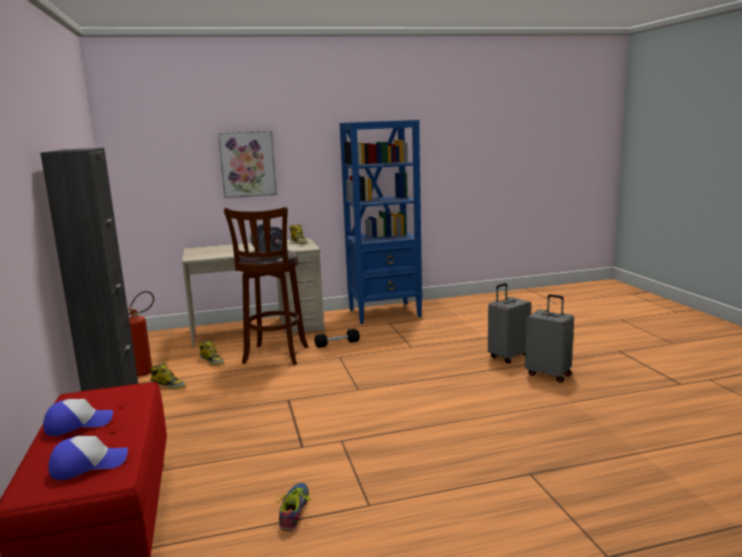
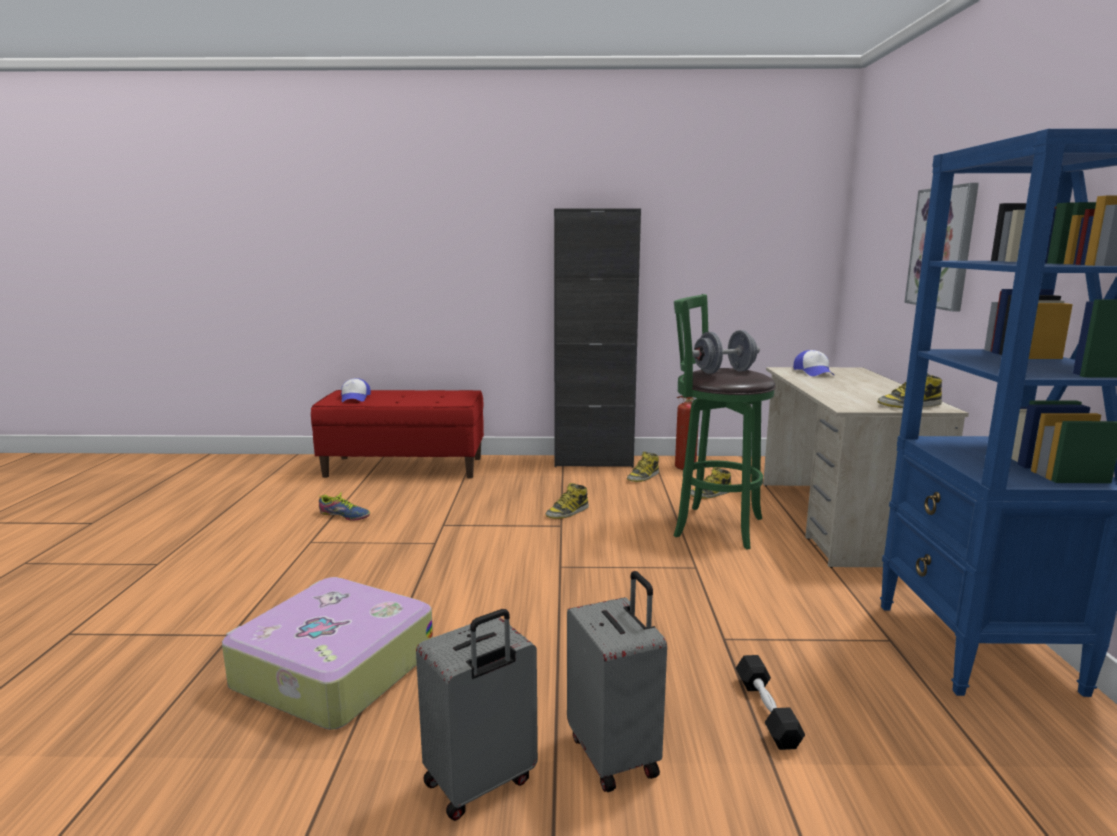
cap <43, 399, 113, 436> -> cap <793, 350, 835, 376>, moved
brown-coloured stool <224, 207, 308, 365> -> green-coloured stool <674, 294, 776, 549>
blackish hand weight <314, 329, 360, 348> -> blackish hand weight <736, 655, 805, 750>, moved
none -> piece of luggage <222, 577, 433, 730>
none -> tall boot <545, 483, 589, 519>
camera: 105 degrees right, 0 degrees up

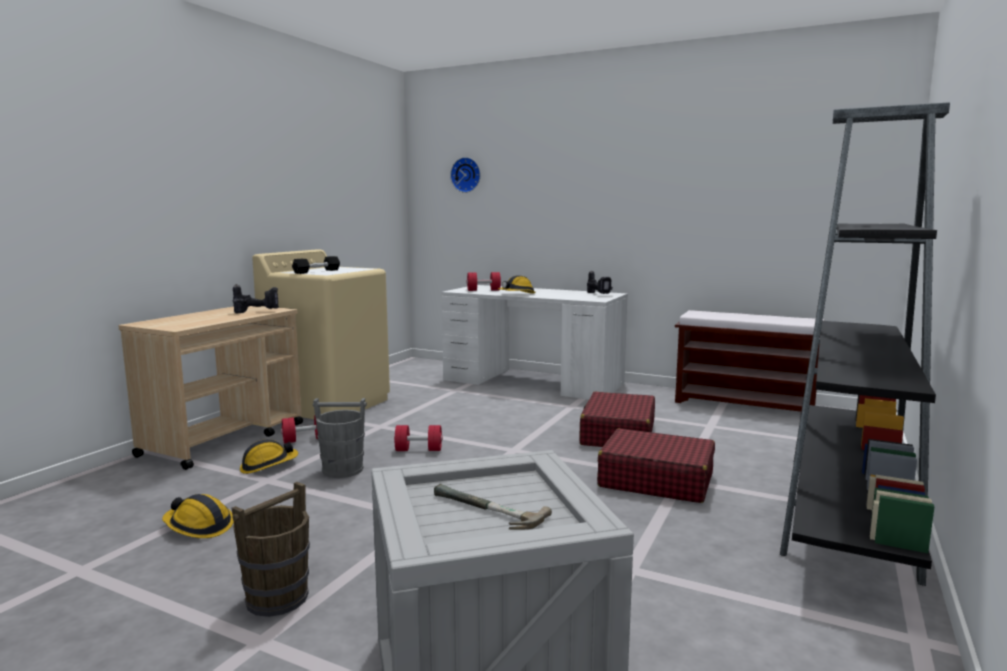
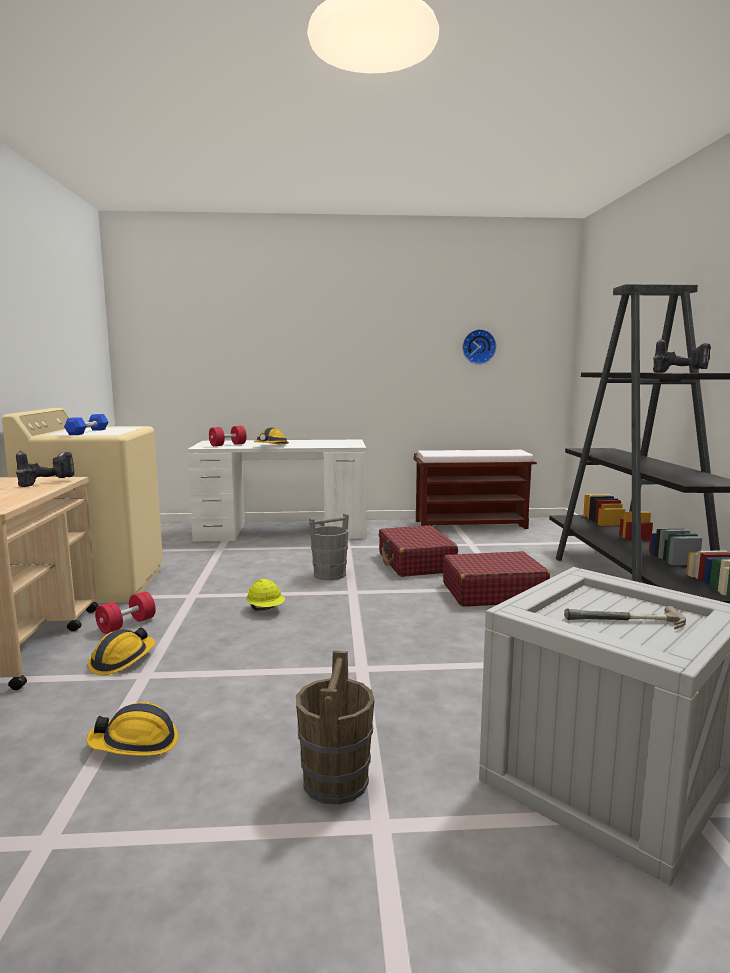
blackish hand weight <292, 256, 340, 274> -> bluish hand weight <64, 414, 108, 435>
grey pail <313, 398, 367, 478> -> grey pail <309, 513, 349, 580>, moved
red hand weight <394, 425, 443, 451> -> yellow hard hat <246, 579, 285, 611>
hanging clock <450, 157, 480, 193> -> hanging clock <462, 329, 496, 365>, moved
power drill <587, 271, 613, 294> -> power drill <653, 339, 711, 373>, moved
camera: 30 degrees left, 0 degrees up

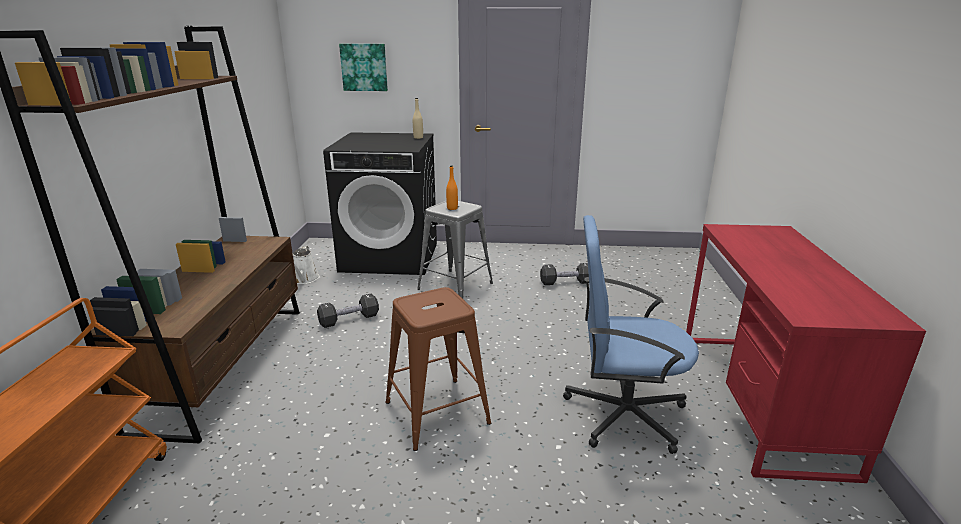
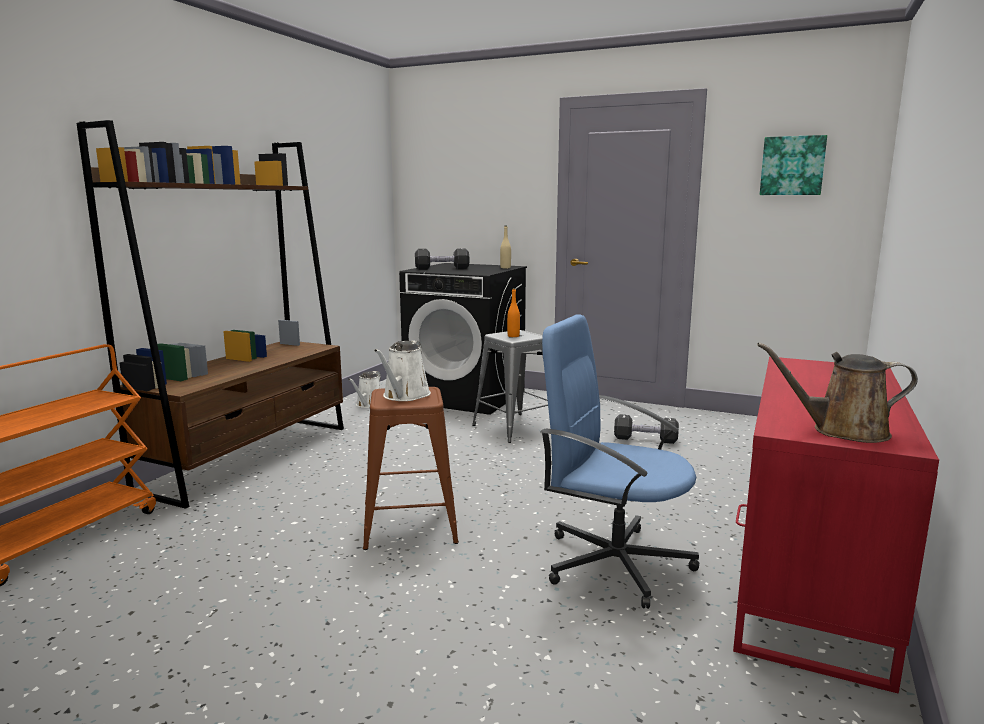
blackish hand weight <317, 294, 379, 328> -> blackish hand weight <415, 248, 469, 270>, moved
wall picture <339, 44, 388, 91> -> wall picture <760, 135, 827, 195>, moved
none -> white-coloured watering can <374, 340, 431, 401>
none -> brown-coloured watering can <757, 343, 918, 443>
camera: 20 degrees right, 10 degrees down

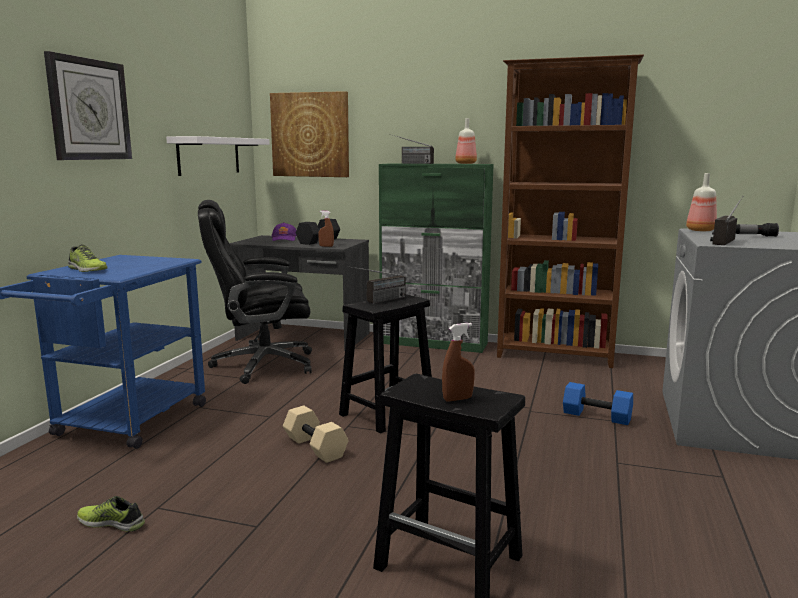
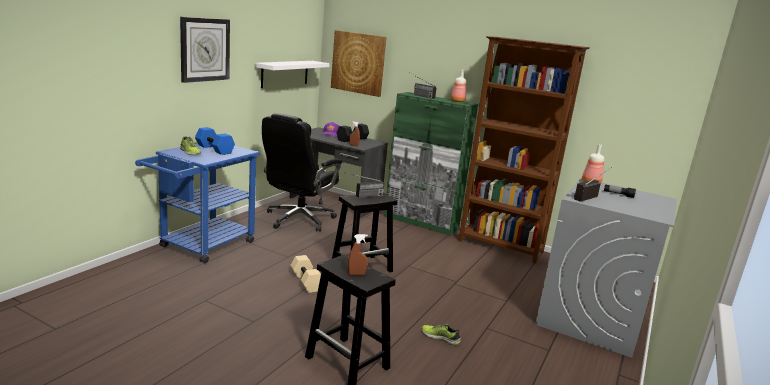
item of footwear <77, 496, 145, 532> -> item of footwear <422, 323, 461, 345>, moved
blackish office chair <198, 200, 312, 384> -> blackish office chair <262, 113, 342, 232>, 60 degrees counterclockwise
bluish hand weight <563, 382, 633, 425> -> bluish hand weight <195, 127, 235, 155>, moved
camera: 10 degrees right, 5 degrees up

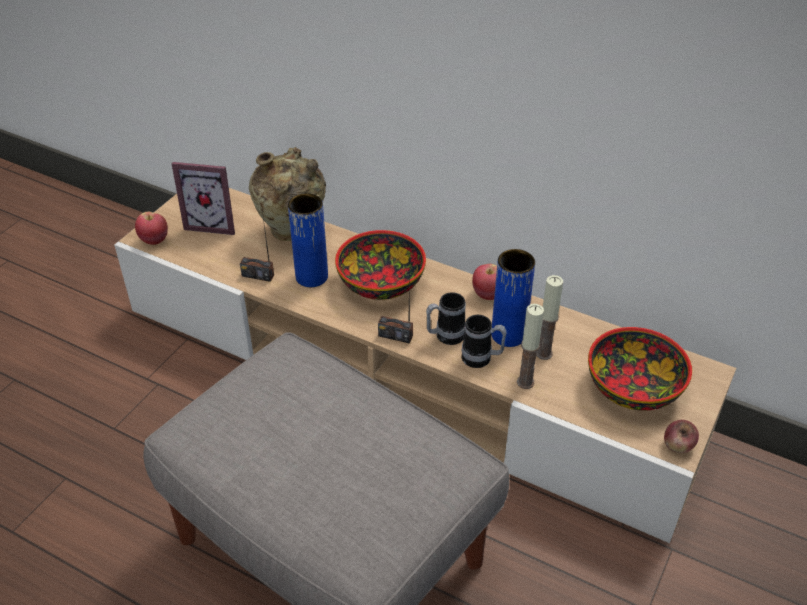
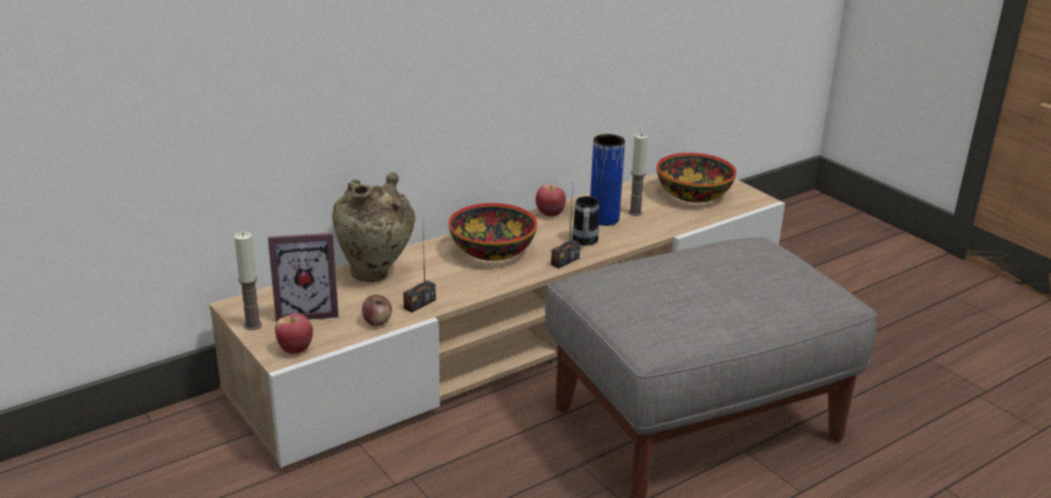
standing frame <172, 162, 235, 235> -> standing frame <268, 233, 339, 322>, 45 degrees clockwise
bluish decorative vase <288, 193, 328, 287> -> none
coffee mug <461, 315, 506, 368> -> none
wax candle <517, 304, 544, 389> -> wax candle <234, 232, 262, 330>, moved
apple <664, 420, 699, 453> -> apple <362, 295, 392, 326>, moved
camera: 65 degrees left, 15 degrees down

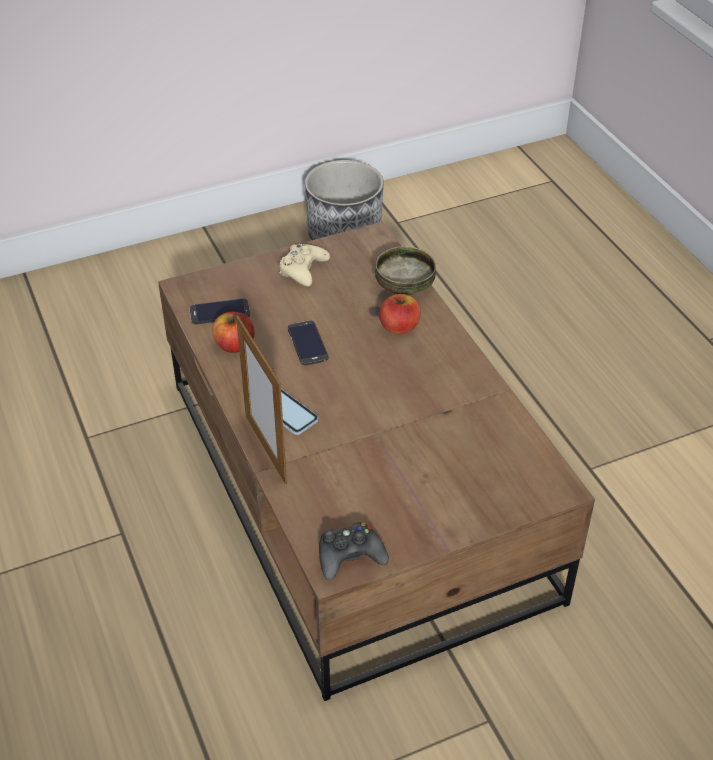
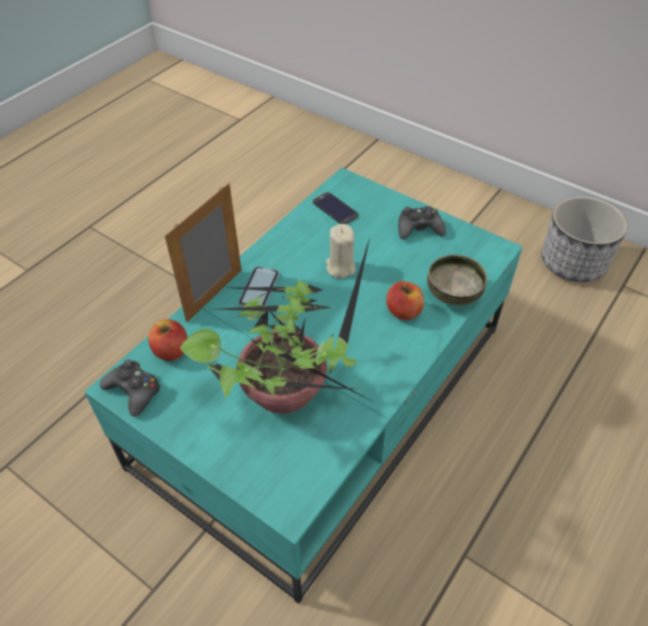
brown-coloured coffee table <158, 222, 595, 701> -> turquoise coffee table <84, 167, 523, 604>
apple <212, 312, 255, 353> -> apple <148, 319, 187, 361>, moved
beige joypad <279, 242, 330, 286> -> blackish joypad <398, 206, 446, 240>
telephone <288, 321, 329, 365> -> beige wax candle <326, 224, 356, 279>
none -> houseplant <180, 238, 370, 414>
camera: 60 degrees right, 5 degrees up

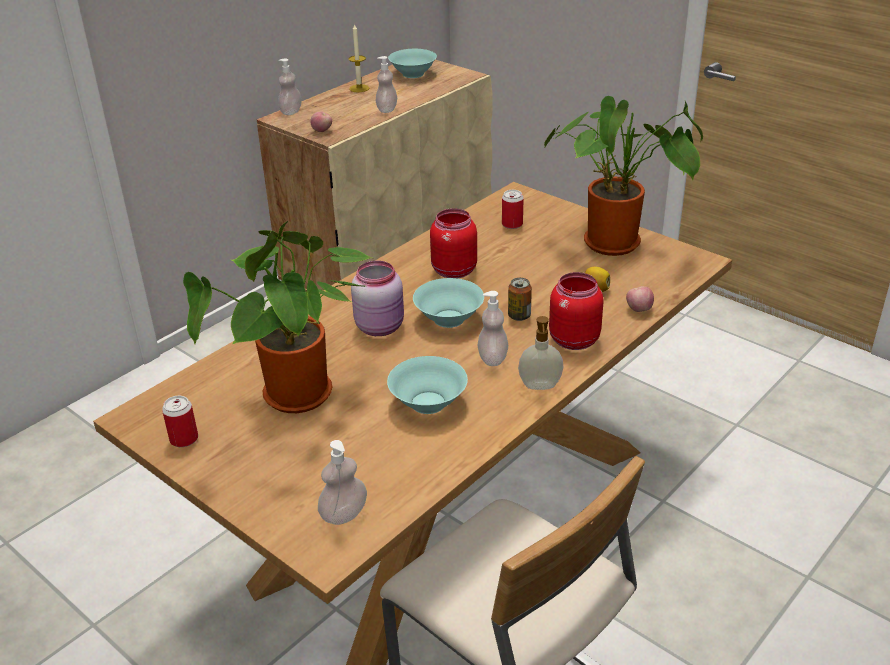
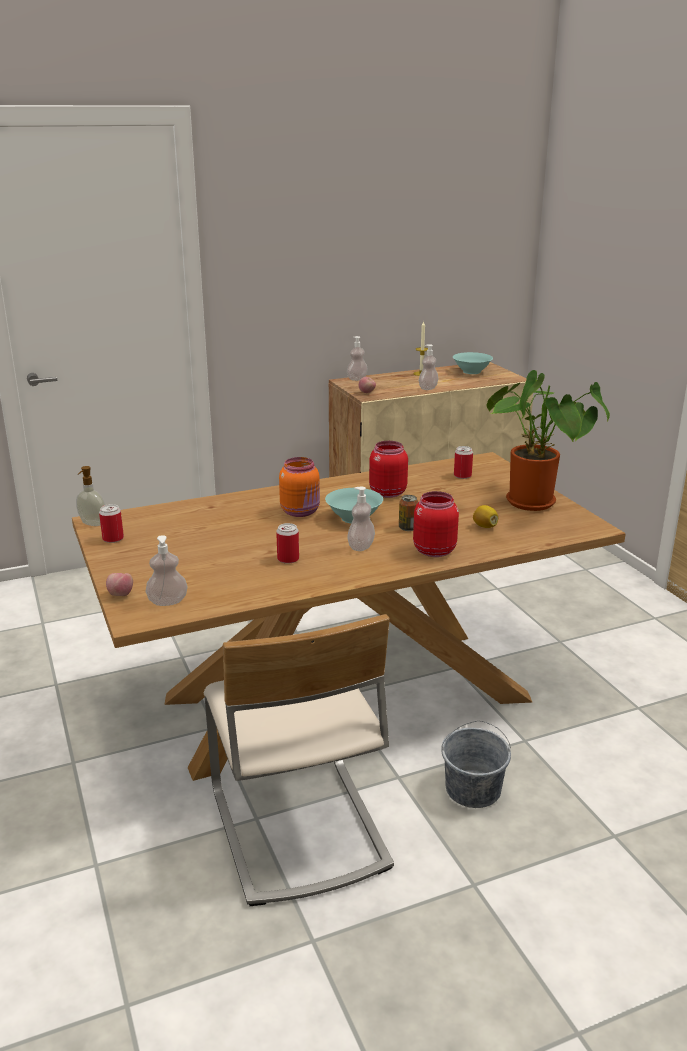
houseplant <183, 221, 372, 413> -> none
pink storage jar <351, 261, 404, 336> -> orange storage jar <279, 457, 320, 517>
turquoise bowl <387, 356, 468, 414> -> sealed can <276, 523, 299, 564>
liquid soap bottle <518, 316, 564, 390> -> liquid soap bottle <76, 466, 105, 526>, moved
apple <626, 286, 654, 312> -> apple <106, 573, 133, 596>, moved
none -> grey pail <441, 721, 511, 808>
camera: 25 degrees right, 10 degrees down

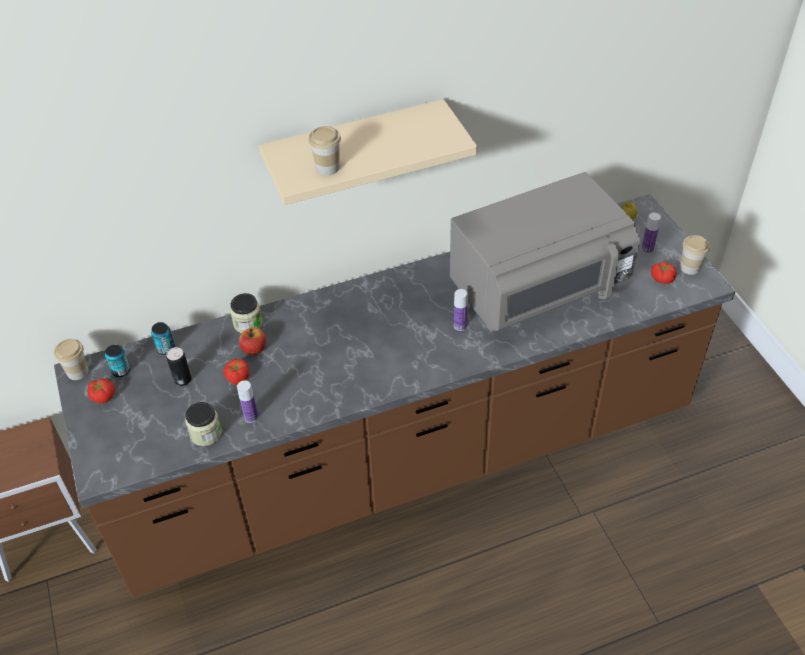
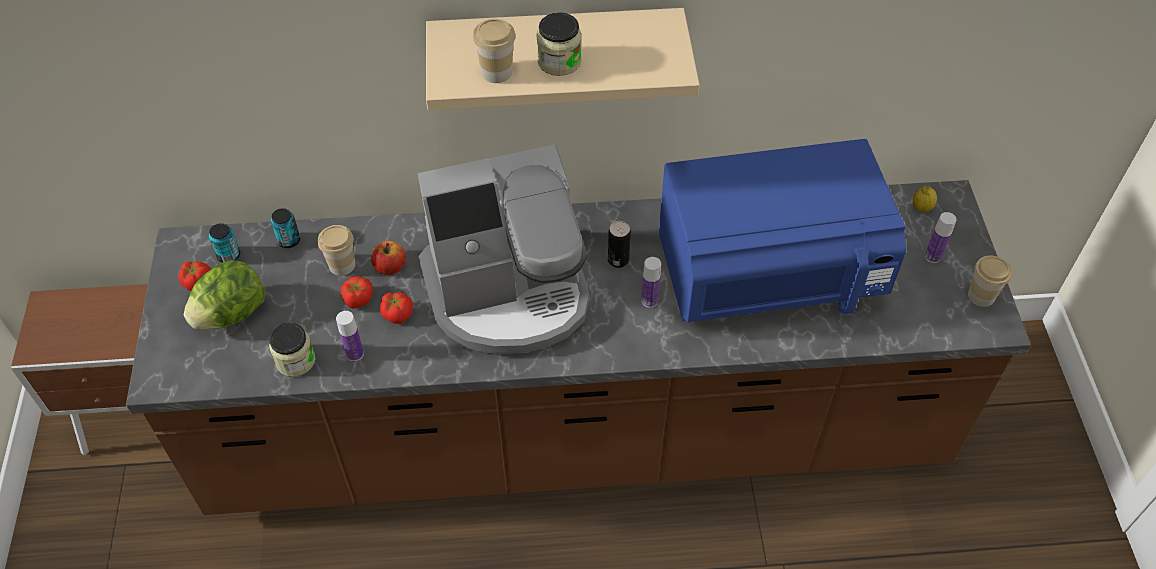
small cup <54, 339, 88, 380> -> small cup <318, 225, 355, 276>, moved
sealed can <166, 347, 192, 386> -> sealed can <608, 221, 631, 268>, moved
storage jar <230, 293, 262, 333> -> storage jar <536, 12, 582, 76>, moved
grey kitchen microwave <450, 172, 640, 332> -> bluish kitchen microwave <659, 139, 906, 322>
whole tomato <651, 262, 677, 284> -> whole tomato <380, 293, 413, 324>, moved
none -> lettuce <184, 260, 266, 330>
none -> coffee brewer <418, 144, 589, 354>
camera: 15 degrees right, 5 degrees up

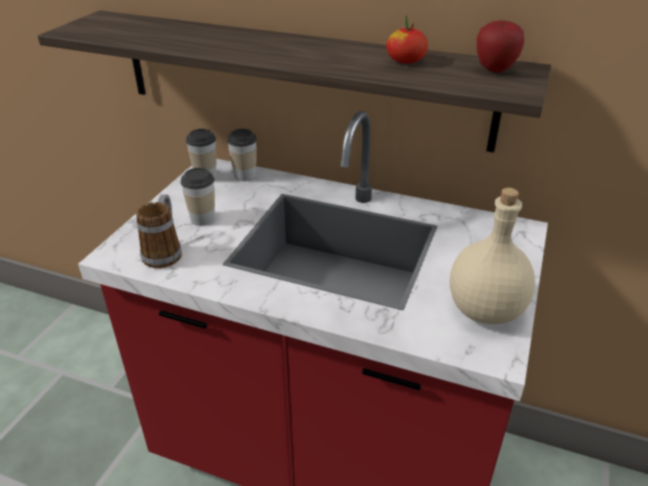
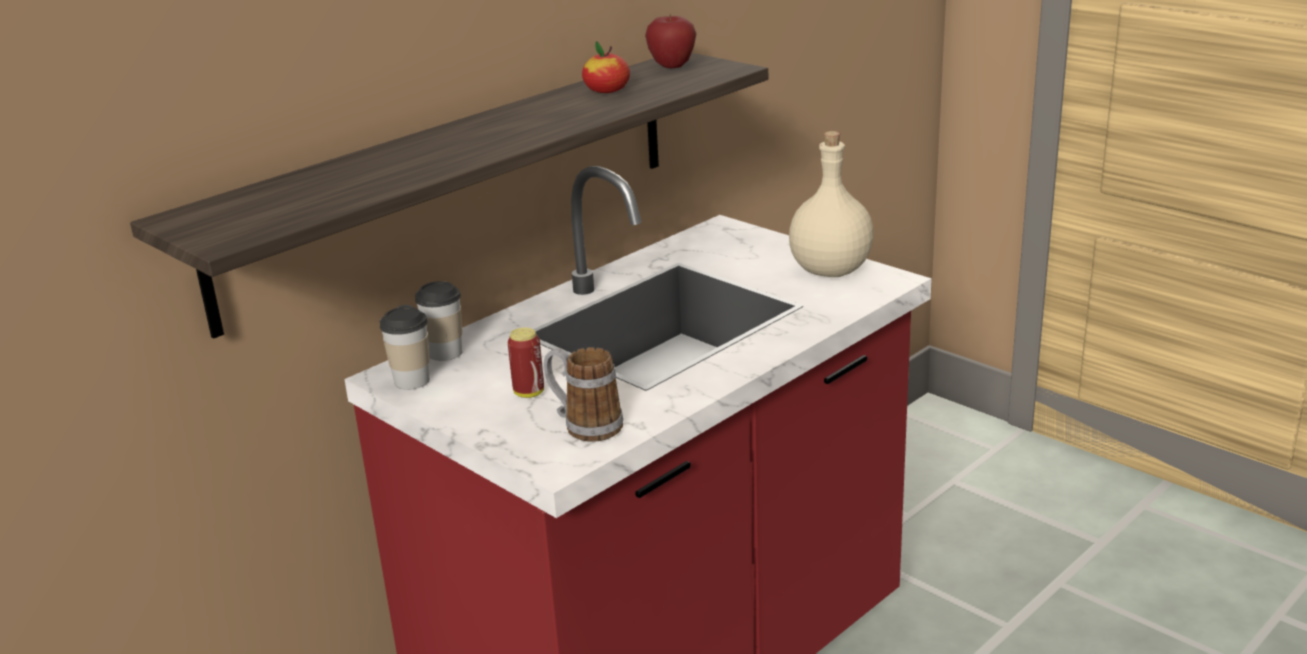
small cup <180, 168, 215, 226> -> sealed can <508, 328, 544, 398>
camera: 65 degrees left, 10 degrees down

